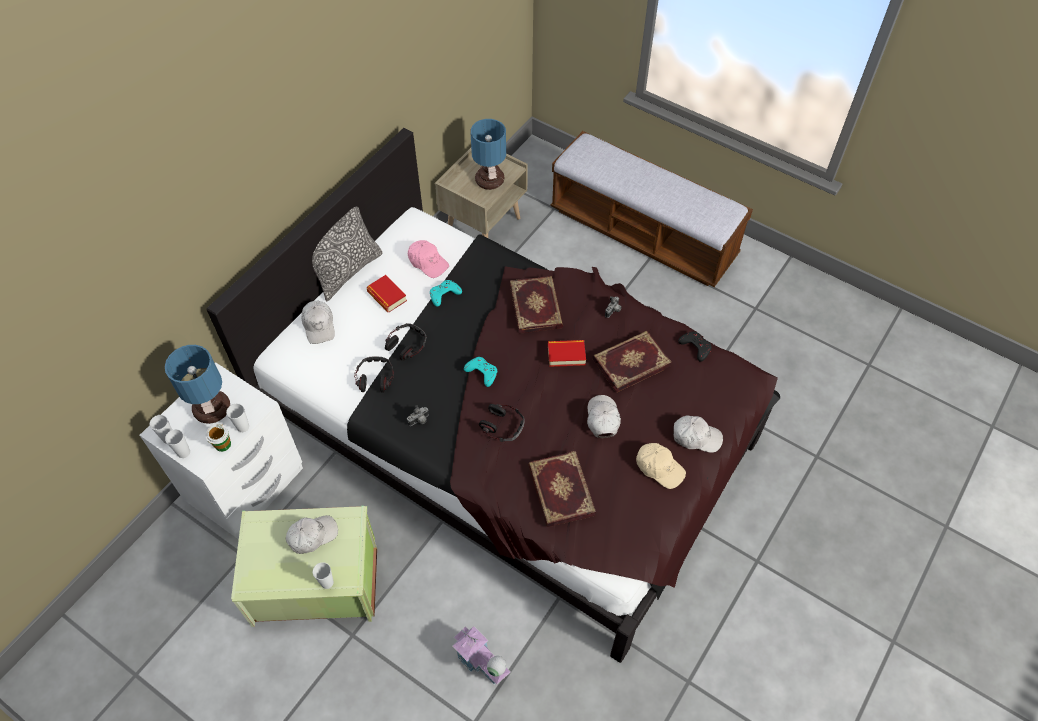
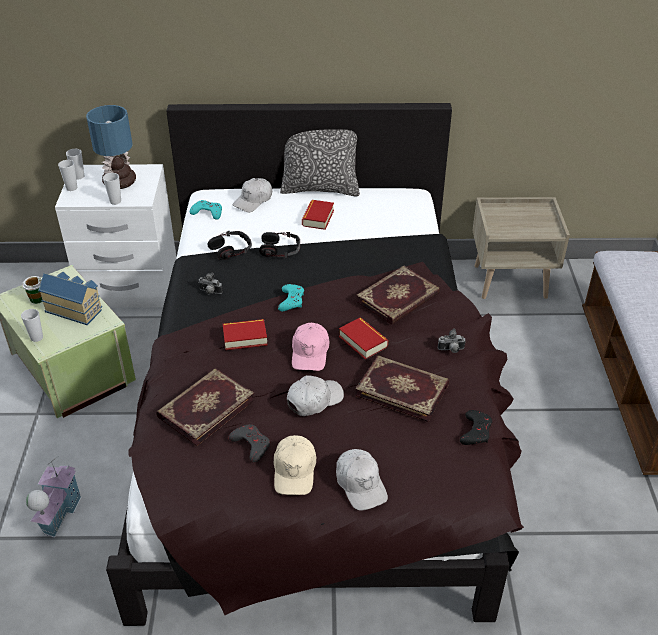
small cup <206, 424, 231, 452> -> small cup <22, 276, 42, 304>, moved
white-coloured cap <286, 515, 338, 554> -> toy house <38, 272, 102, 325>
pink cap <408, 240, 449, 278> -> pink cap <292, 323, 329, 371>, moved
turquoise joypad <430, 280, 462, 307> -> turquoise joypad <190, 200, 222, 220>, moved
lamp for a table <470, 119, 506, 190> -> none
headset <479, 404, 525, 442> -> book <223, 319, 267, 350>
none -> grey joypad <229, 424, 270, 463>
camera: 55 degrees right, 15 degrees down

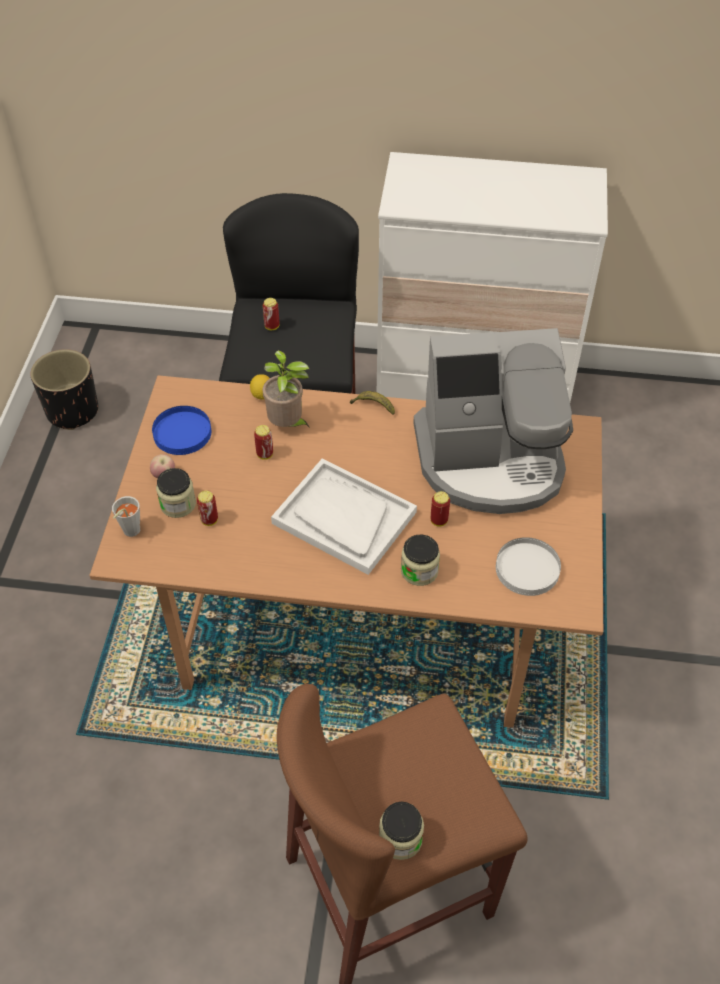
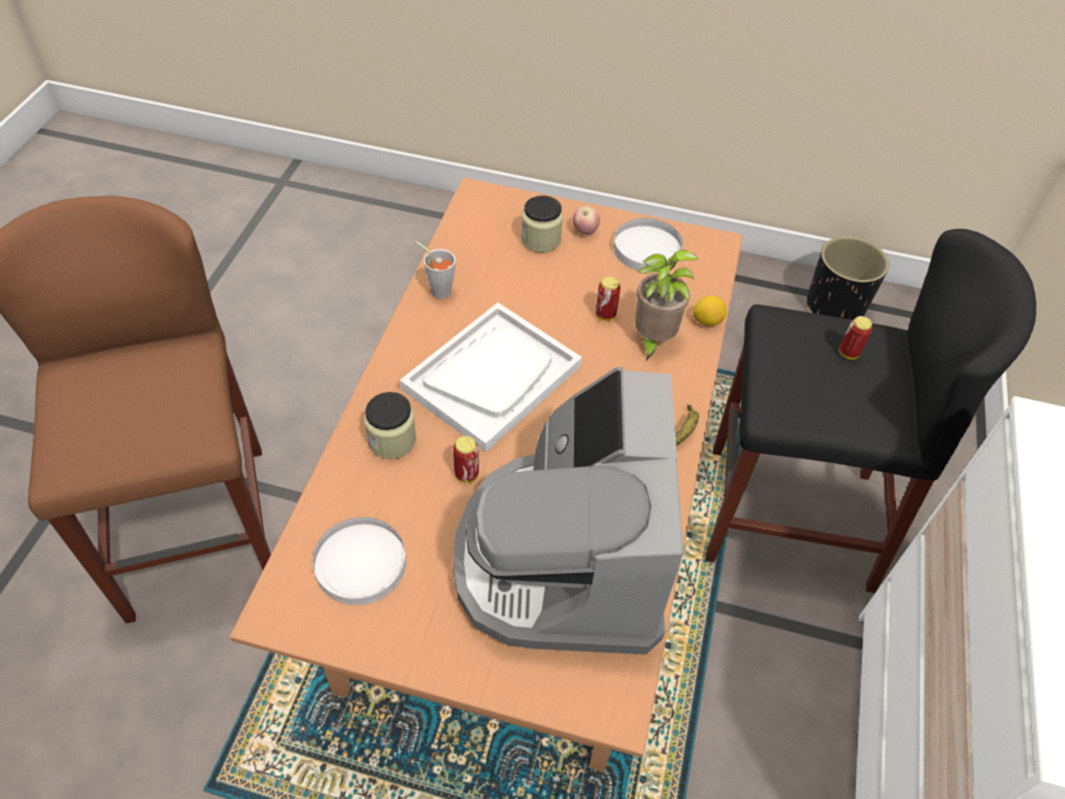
grey small cup <112, 496, 140, 537> -> grey small cup <415, 241, 456, 299>, moved
bluish plate <152, 406, 211, 455> -> white-coloured plate <613, 218, 683, 271>
sealed can <197, 491, 218, 526> -> none
storage jar <379, 802, 424, 860> -> none
camera: 95 degrees right, 0 degrees up

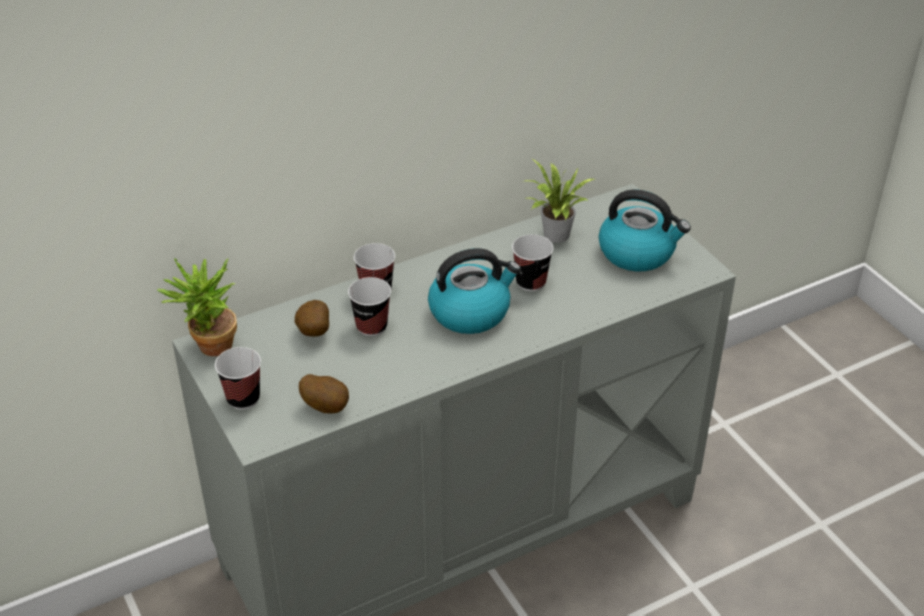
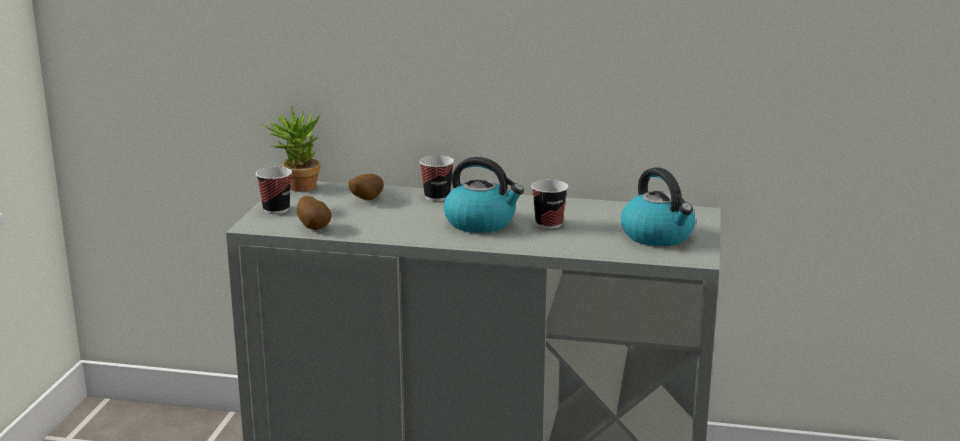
small cup <348, 277, 391, 336> -> none
houseplant <525, 159, 594, 243> -> none
camera: 40 degrees right, 20 degrees down

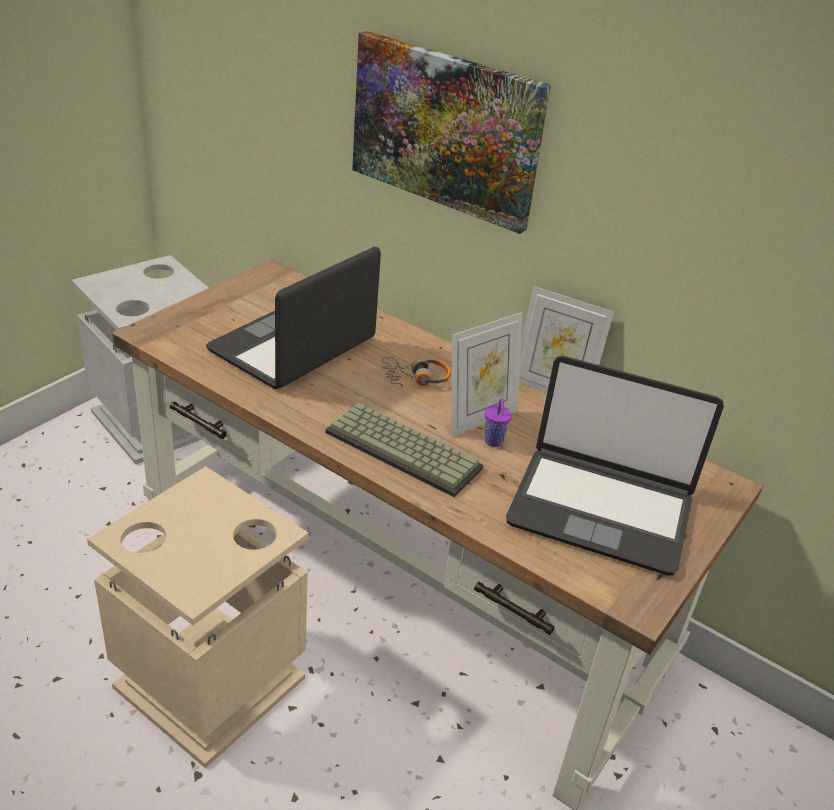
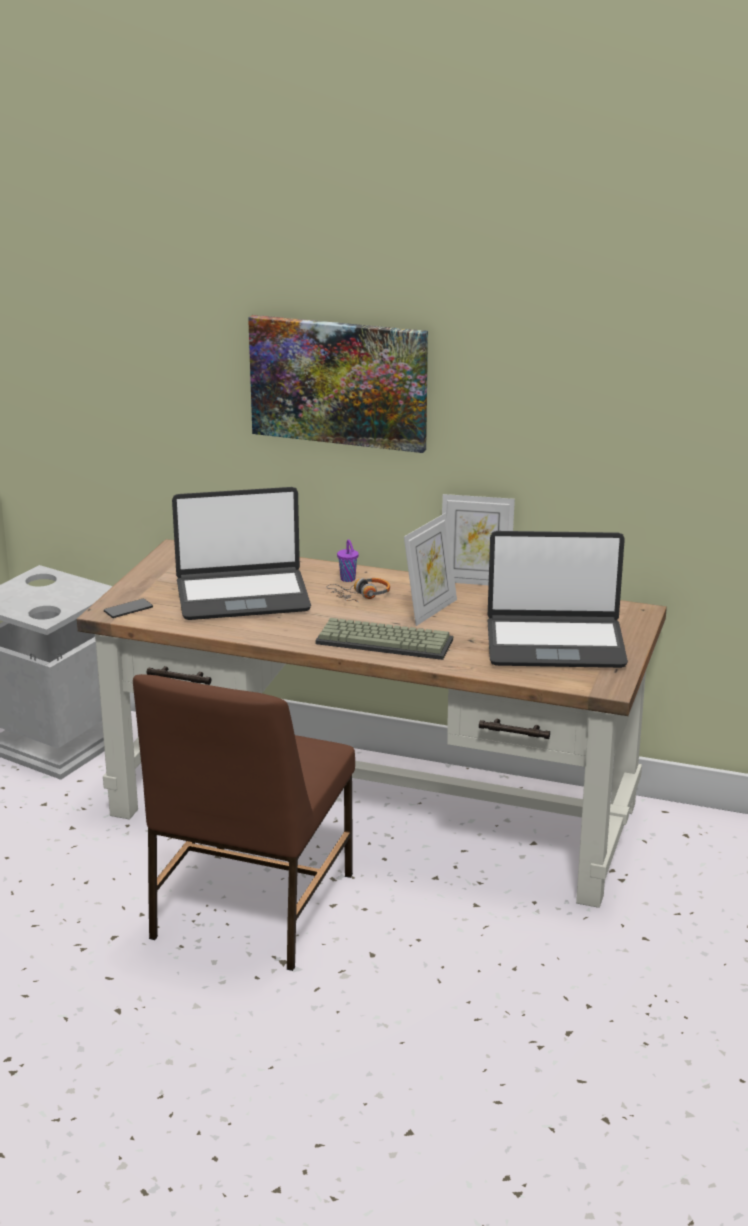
beige rubbish bin <87, 466, 308, 768> -> brown-coloured plain chair <133, 674, 355, 971>
laptop <206, 247, 381, 389> -> laptop <172, 487, 311, 620>, 120 degrees counterclockwise
purple small cup <485, 398, 512, 447> -> purple small cup <337, 540, 359, 582>, moved
none -> telephone <104, 599, 153, 618>
camera: 15 degrees left, 10 degrees down

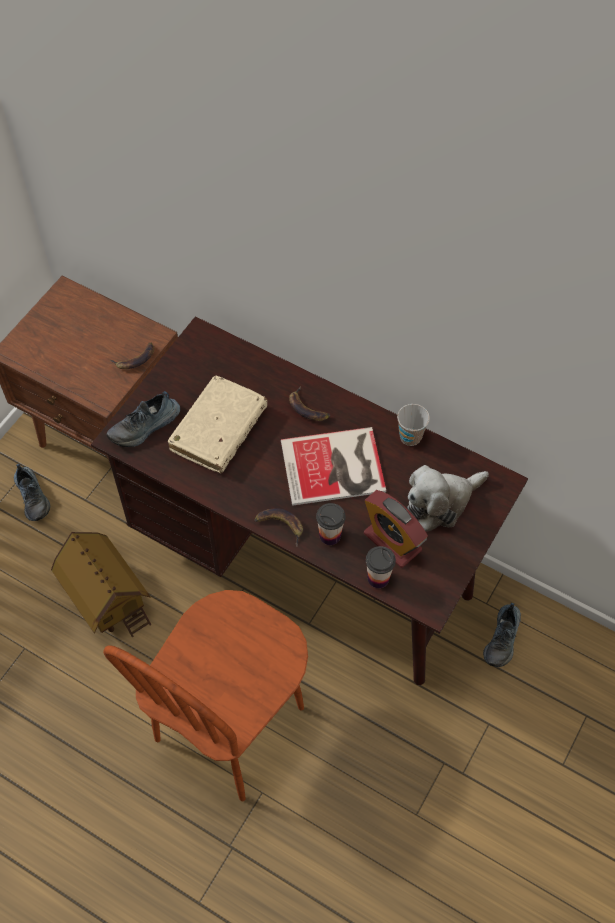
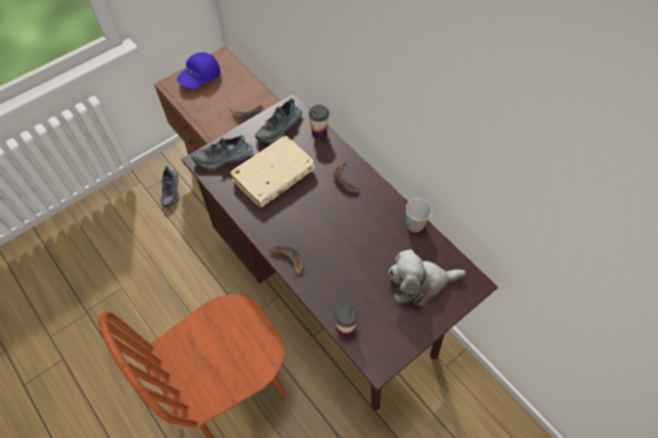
toy house <51, 532, 152, 637> -> none
book <281, 427, 386, 506> -> none
small cup <316, 503, 346, 545> -> small cup <309, 105, 329, 138>, moved
bedside clock <364, 490, 428, 568> -> none
item of footwear <483, 603, 521, 667> -> item of footwear <255, 98, 302, 143>, moved
none -> bluish cap <177, 52, 221, 89>
camera: 20 degrees right, 0 degrees up

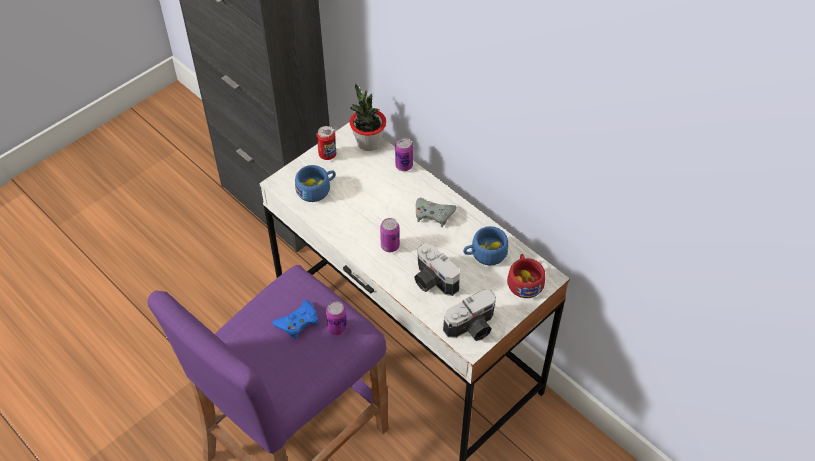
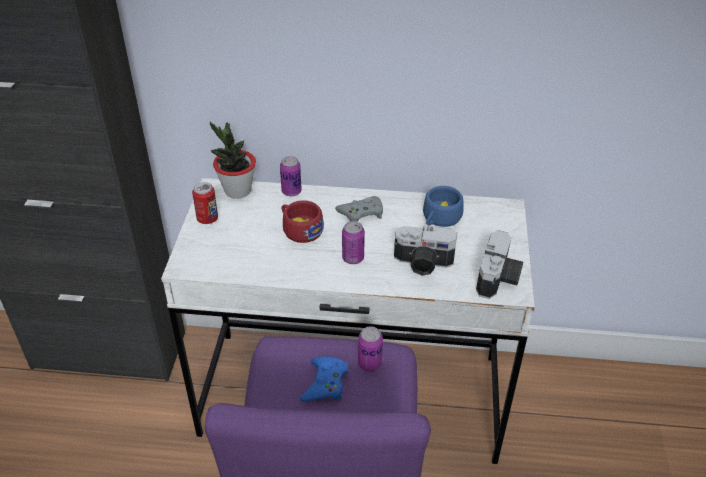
bluish small cup <295, 165, 336, 202> -> none
red small cup <507, 254, 545, 298> -> red small cup <282, 200, 324, 243>, moved
camera: 40 degrees left, 10 degrees down

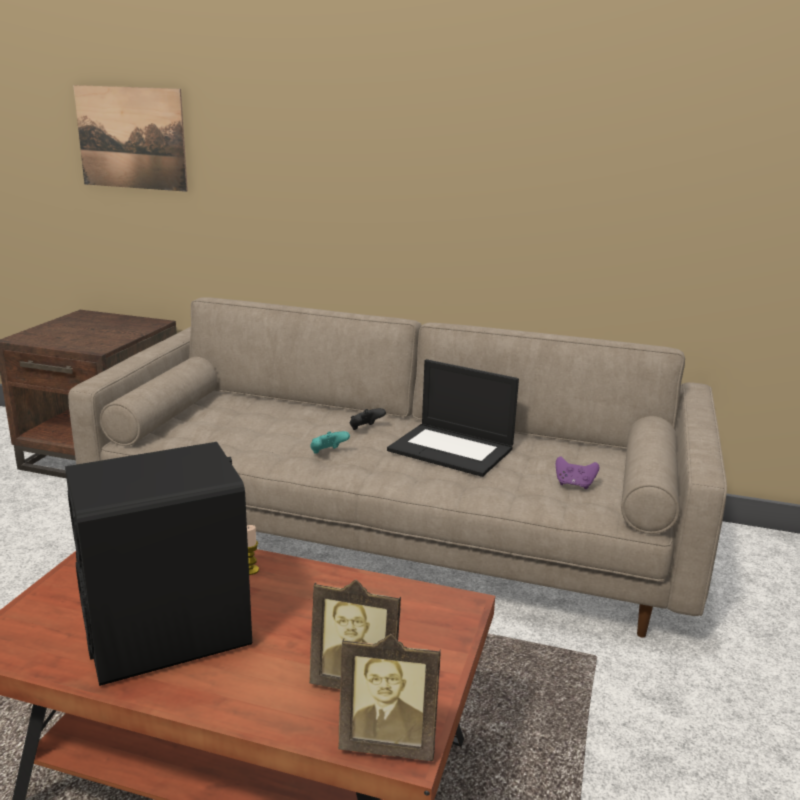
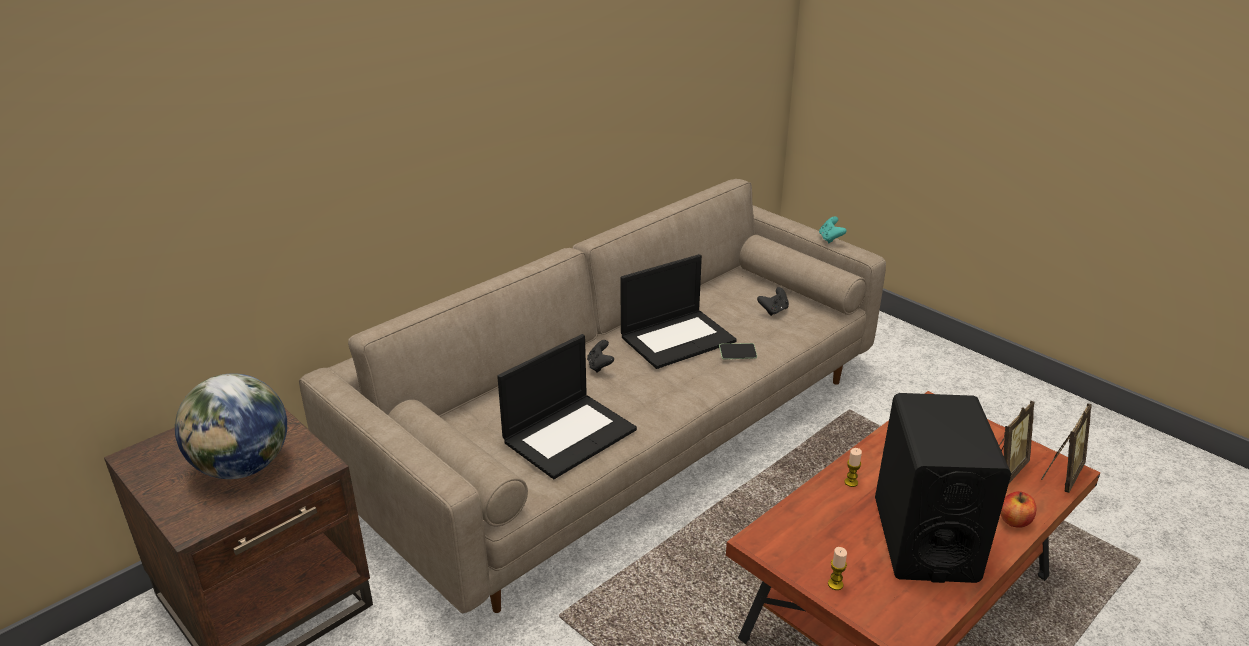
wall picture <73, 85, 188, 192> -> none
turquoise joypad <310, 431, 350, 454> -> turquoise joypad <819, 216, 847, 243>, moved
purple joypad <556, 456, 599, 489> -> blackish joypad <757, 287, 789, 316>
none -> globe <175, 373, 287, 479>
none -> laptop <497, 334, 637, 479>
none -> telephone <719, 343, 757, 359>
none -> wax candle <828, 547, 847, 590>
none -> apple <1001, 491, 1036, 528>
camera: 60 degrees left, 10 degrees up

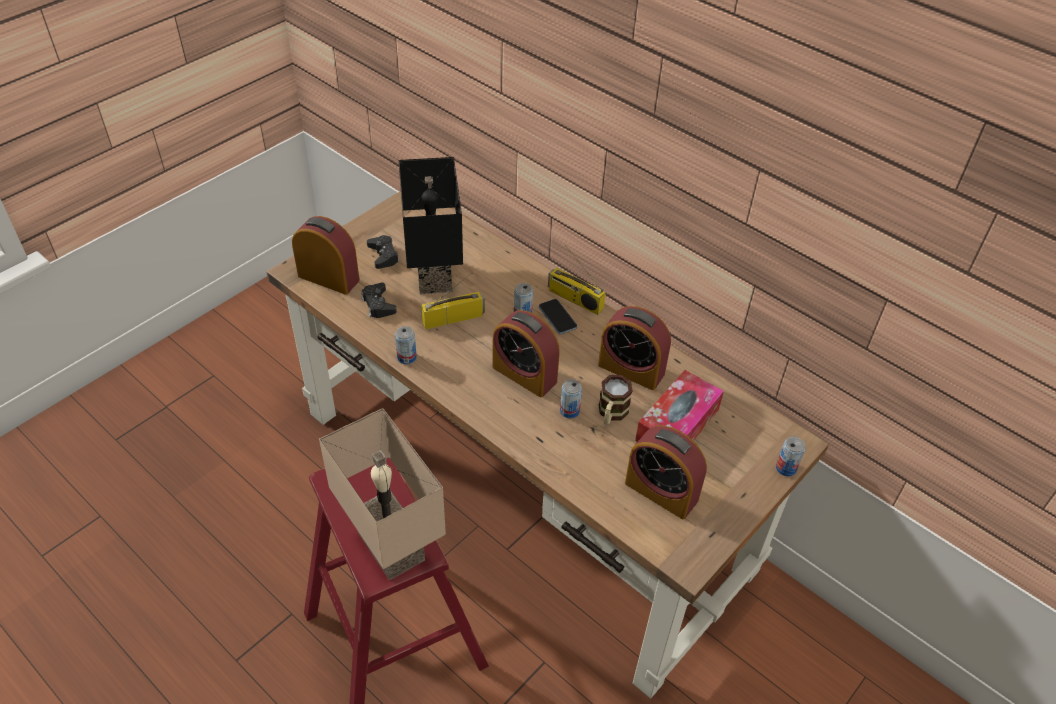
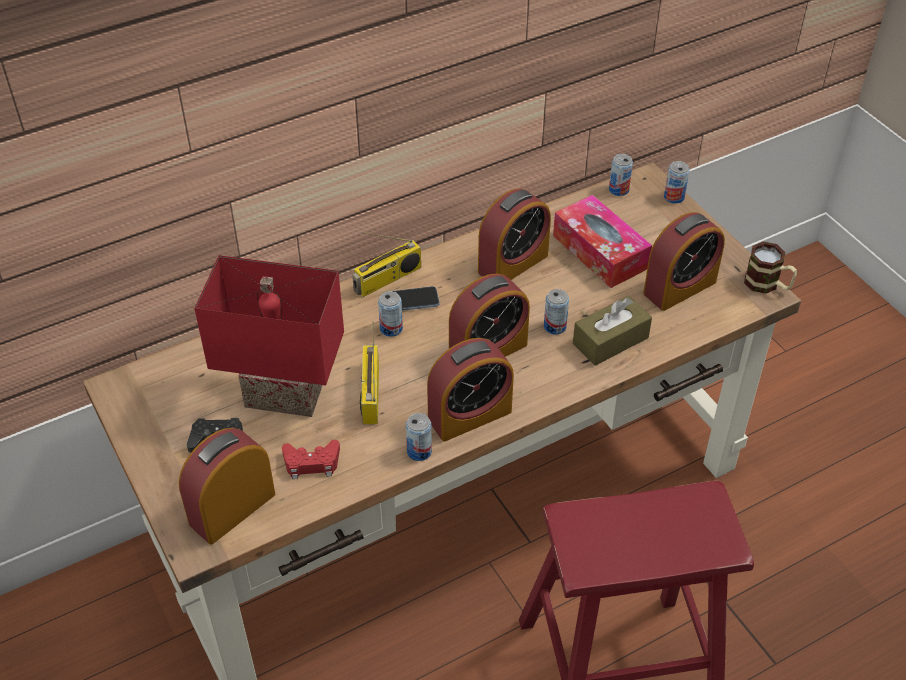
beige lamp for a table <319, 408, 446, 580> -> none
blackish joypad <361, 283, 397, 318> -> red joypad <282, 440, 340, 479>
blackish lamp for a table <398, 157, 463, 294> -> red lamp for a table <194, 255, 344, 417>
coffee mug <599, 375, 633, 425> -> coffee mug <744, 242, 797, 294>, moved
none -> bedside clock <427, 338, 514, 441>
none -> brown-coloured tissue box <573, 296, 652, 366>
none -> sealed can <609, 154, 633, 196>
camera: 70 degrees left, 0 degrees up

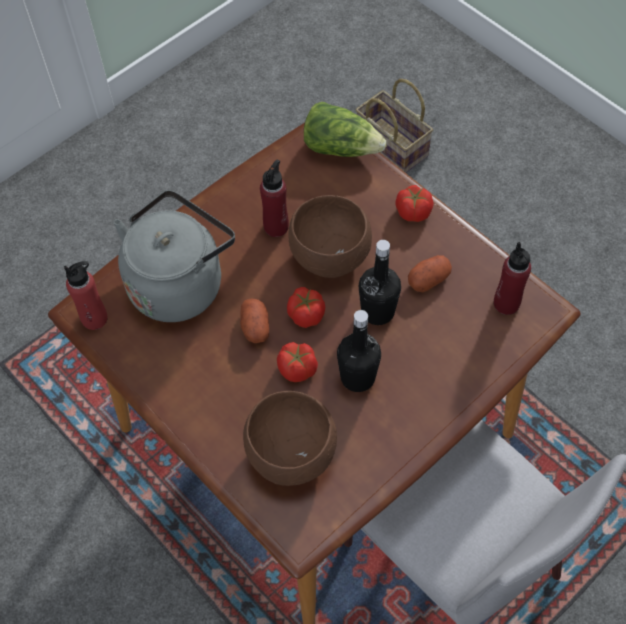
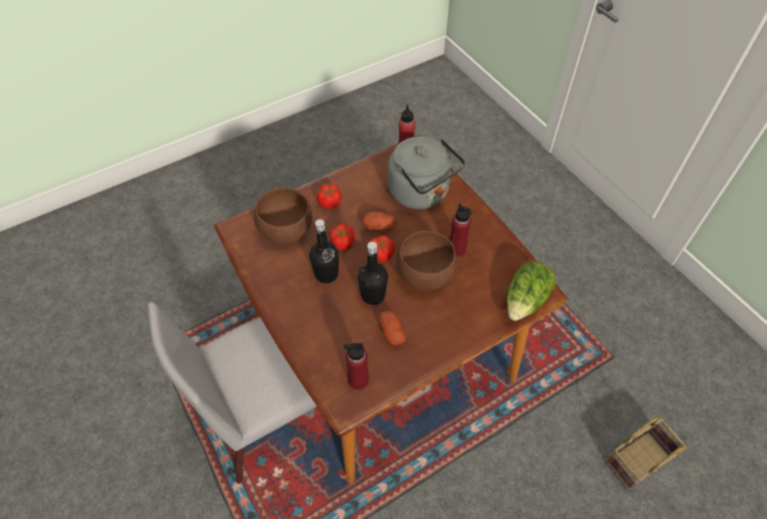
whole tomato <395, 185, 434, 222> -> whole tomato <317, 184, 341, 209>, moved
camera: 100 degrees right, 5 degrees down

